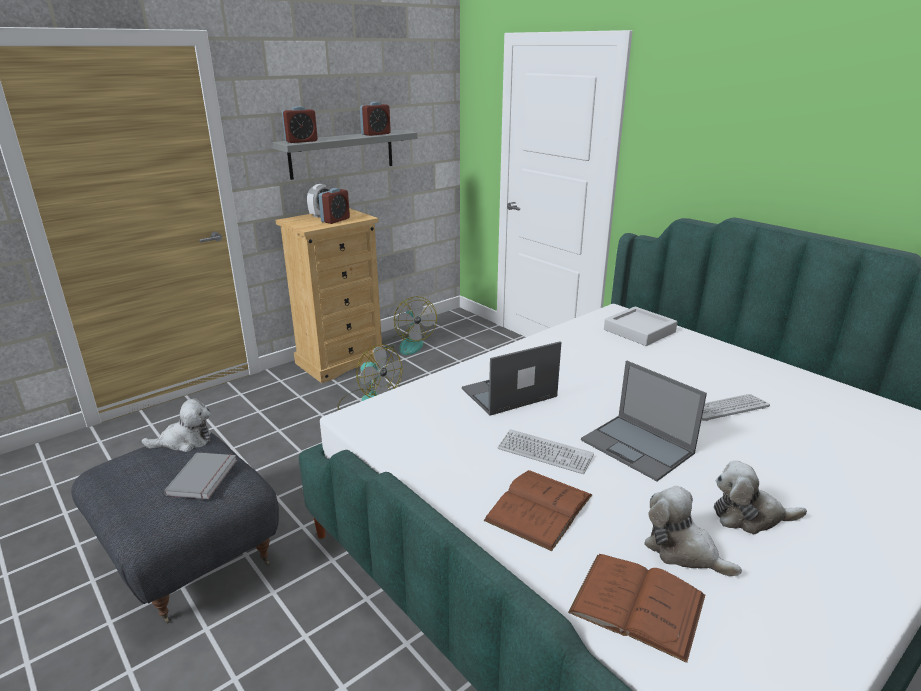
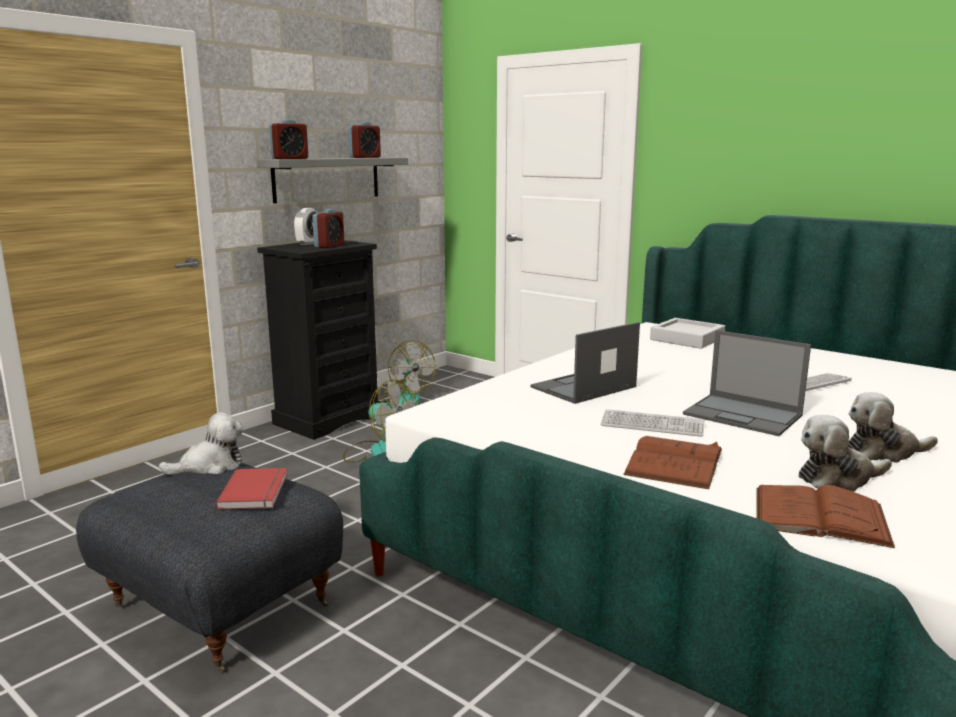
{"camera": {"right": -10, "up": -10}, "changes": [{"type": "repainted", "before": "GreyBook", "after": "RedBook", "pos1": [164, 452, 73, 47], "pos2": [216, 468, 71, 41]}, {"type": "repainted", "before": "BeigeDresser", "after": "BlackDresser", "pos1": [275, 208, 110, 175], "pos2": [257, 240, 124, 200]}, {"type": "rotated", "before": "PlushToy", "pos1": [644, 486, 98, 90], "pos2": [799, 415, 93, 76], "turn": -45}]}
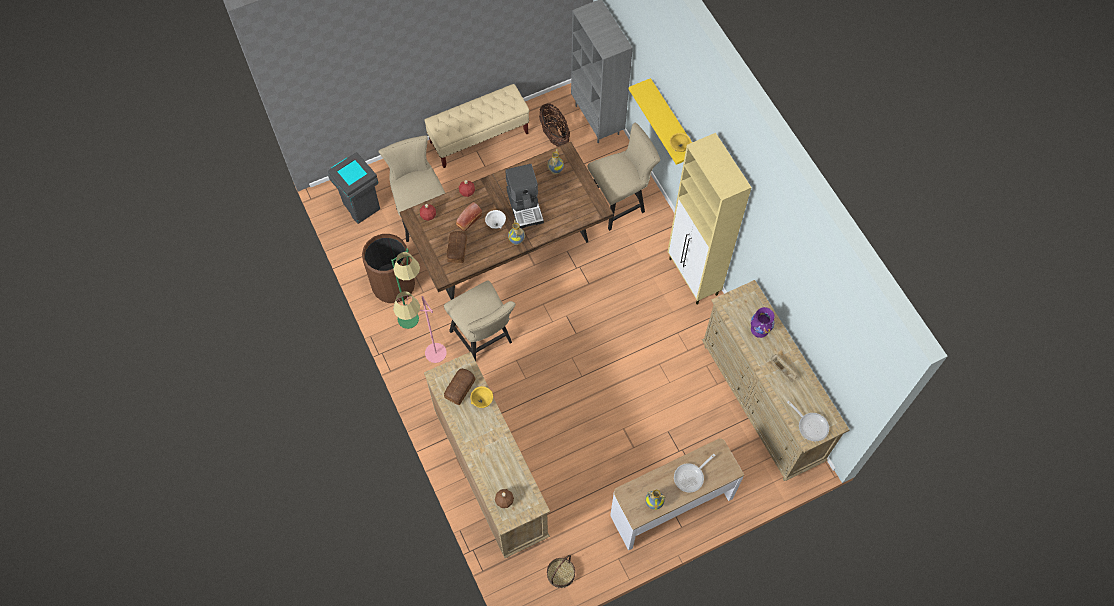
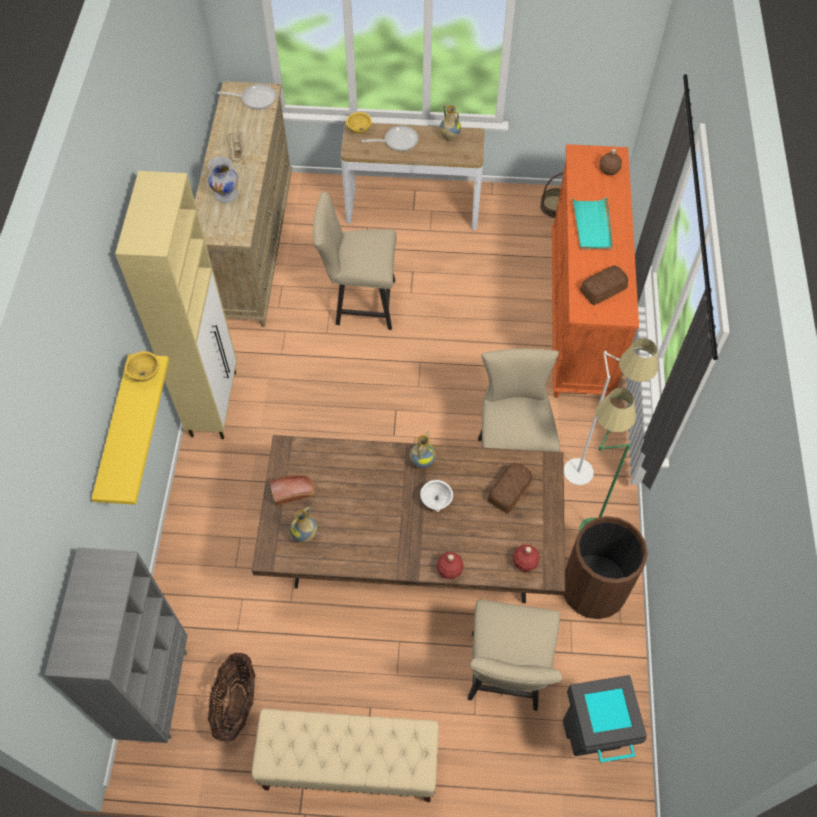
{"camera": {"right": -150, "up": -5}, "changes": [{"type": "repainted", "before": "PurpleVase", "after": "WhiteVase", "pos1": [751, 307, 24, 31], "pos2": [208, 156, 30, 47]}, {"type": "rotated", "before": "FryingPan", "pos1": [787, 401, 42, 40], "pos2": [218, 84, 58, 25], "turn": 105}, {"type": "shifted", "before": "Bread", "pos1": [456, 202, 26, 29], "pos2": [270, 475, 45, 30]}, {"type": "shifted", "before": "BeigeChair", "pos1": [588, 123, 72, 108], "pos2": [313, 192, 84, 138]}, {"type": "shifted", "before": "YellowBowl", "pos1": [470, 386, 23, 22], "pos2": [346, 112, 27, 22]}, {"type": "repainted", "before": "BeigeDresser", "after": "OrangeDresser", "pos1": [424, 352, 126, 206], "pos2": [552, 144, 87, 254]}, {"type": "repainted", "before": "PinkFloorLamp", "after": "WhiteFloorLamp", "pos1": [393, 291, 54, 72], "pos2": [564, 338, 94, 147]}, {"type": "new", "after": "TurquoiseTray", "pos2": [572, 197, 40, 53]}, {"type": "gone", "before": "CoffeeMachine", "pos1": [505, 164, 39, 64]}]}
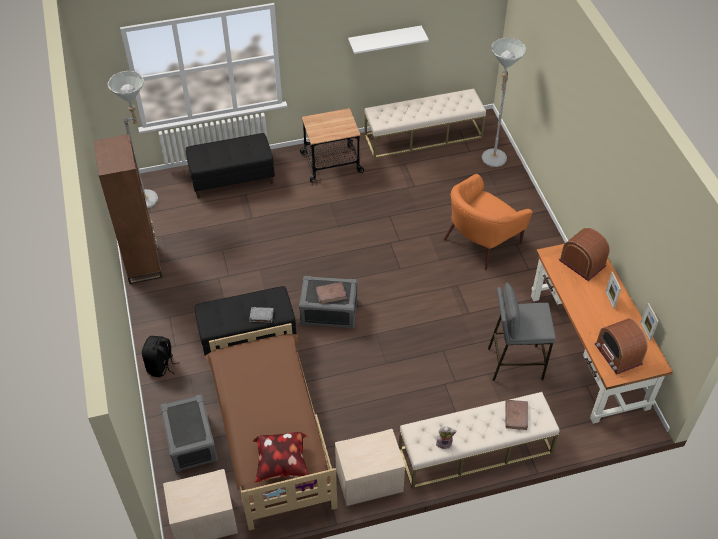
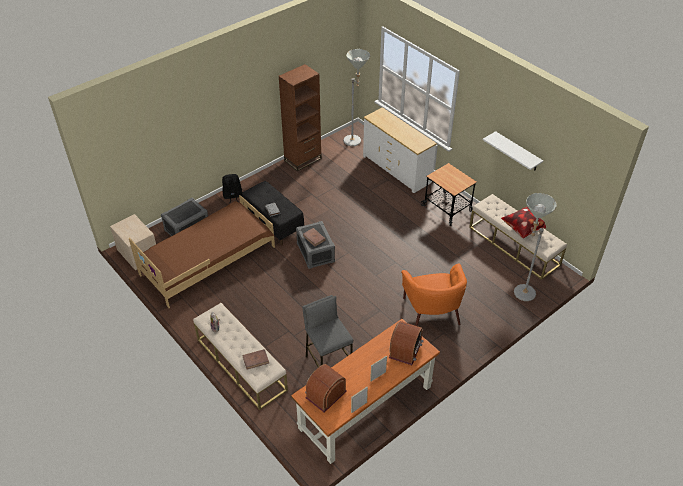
{"camera": {"right": 65, "up": -5}, "changes": [{"type": "swapped", "before": "BlackBench", "after": "WhiteDresser", "pos1": [186, 133, 89, 65], "pos2": [363, 107, 74, 86]}, {"type": "rotated", "before": "OrangeArmchair", "pos1": [444, 174, 89, 96], "pos2": [401, 264, 66, 62], "turn": -120}, {"type": "shifted", "before": "Pillow", "pos1": [253, 432, 56, 50], "pos2": [501, 207, 45, 32]}, {"type": "gone", "before": "BeigeNightstand", "pos1": [335, 429, 70, 77]}]}
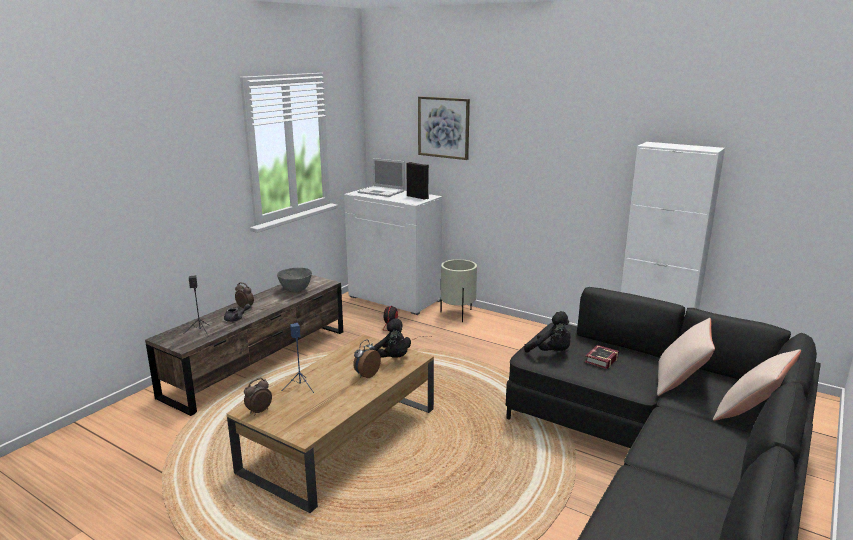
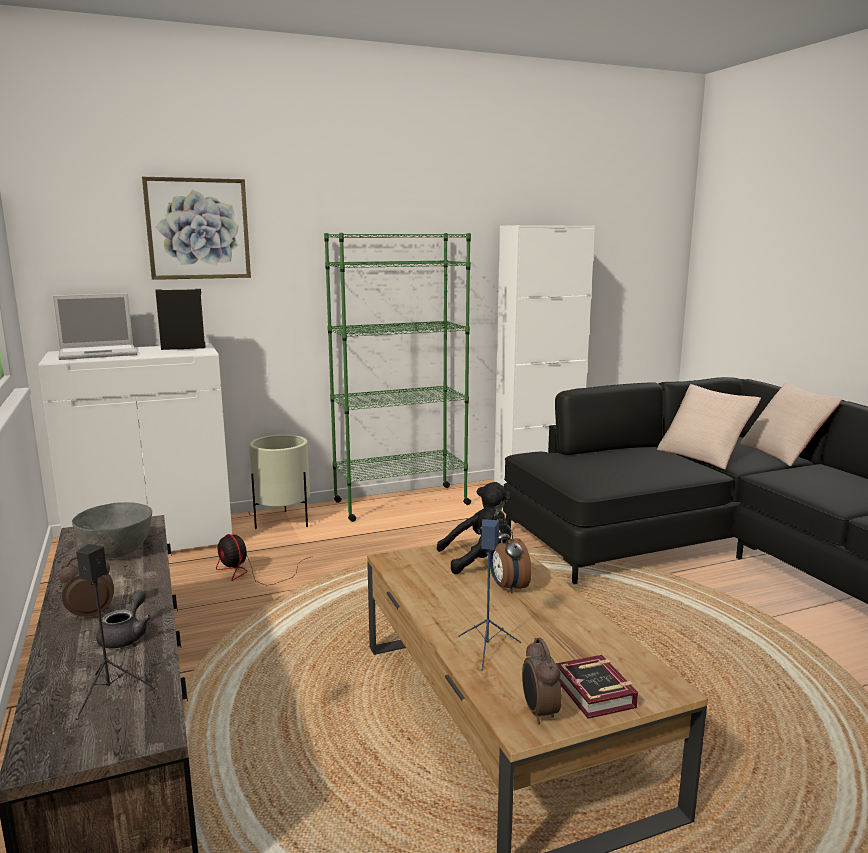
{"camera": {"right": -55, "up": -5}, "changes": [{"type": "new", "after": "GreenBookcase", "pos2": [324, 233, 147, 289]}, {"type": "shifted", "before": "Book", "pos1": [585, 345, 34, 24], "pos2": [556, 655, 82, 64]}, {"type": "gone", "before": "BlackPlushToy", "pos1": [524, 311, 47, 42]}]}
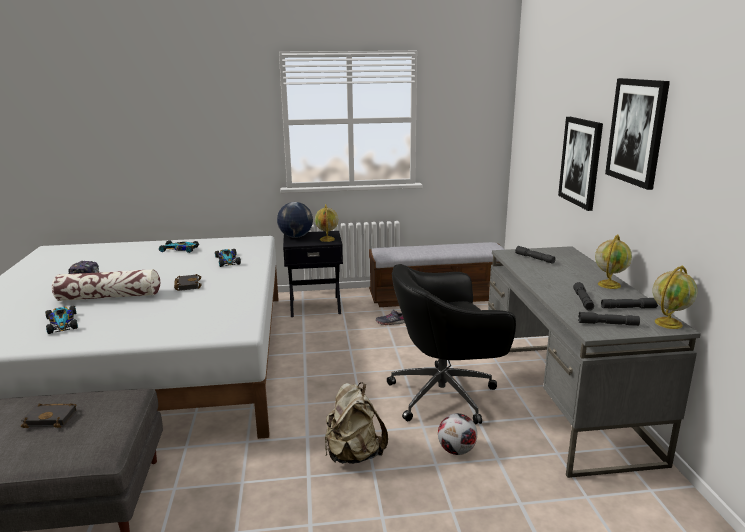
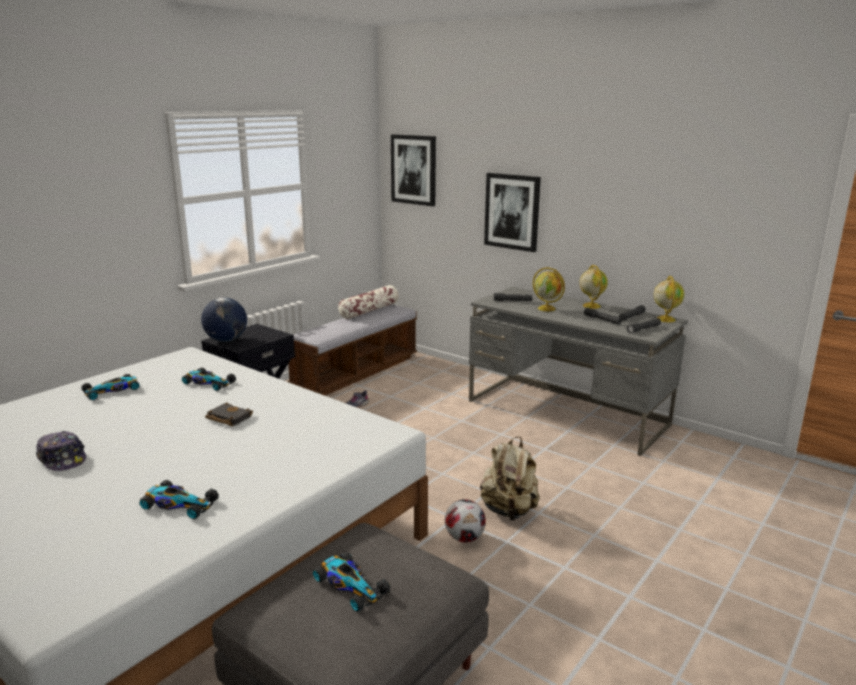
{"camera": {"right": -45, "up": 0}, "changes": [{"type": "swapped", "before": "BlackBook", "after": "ToyCar", "pos1": [21, 403, 55, 25], "pos2": [313, 552, 77, 59]}, {"type": "shifted", "before": "Pillow", "pos1": [52, 269, 108, 32], "pos2": [338, 285, 61, 34]}, {"type": "shifted", "before": "Picture", "pos1": [605, 78, 65, 112], "pos2": [391, 134, 45, 72]}, {"type": "shifted", "before": "Football", "pos1": [438, 413, 39, 42], "pos2": [445, 499, 41, 43]}, {"type": "shifted", "before": "Globe", "pos1": [315, 204, 23, 38], "pos2": [533, 268, 32, 43]}, {"type": "gone", "before": "BlackOfficeChair", "pos1": [387, 264, 129, 160]}]}
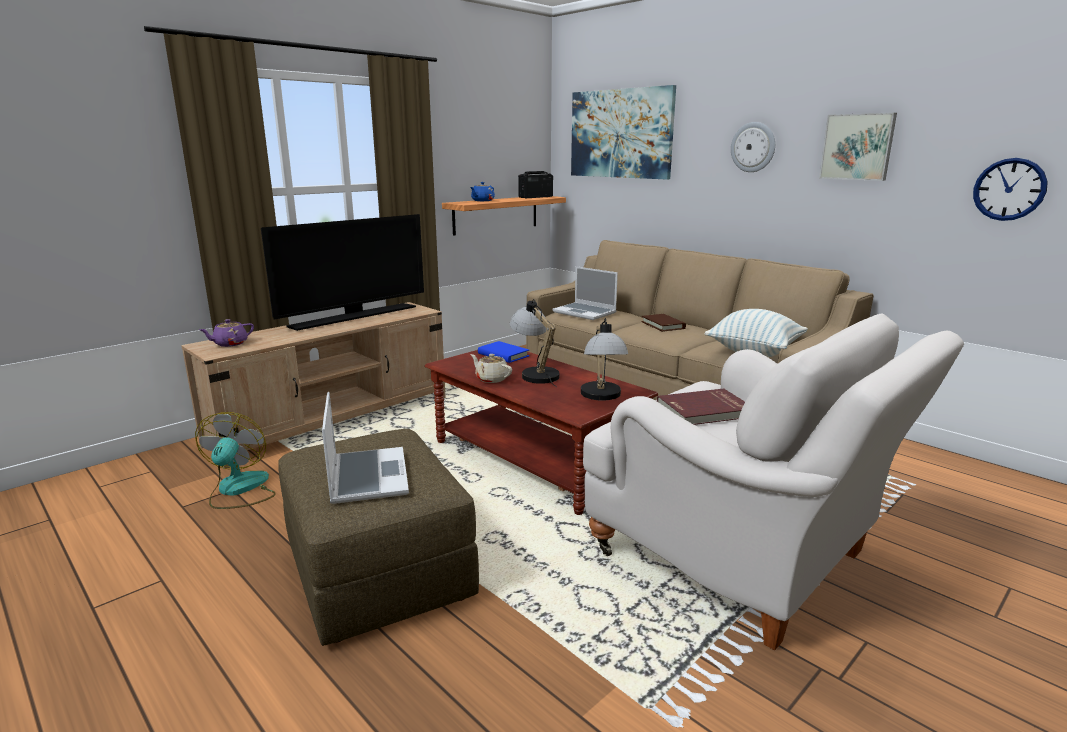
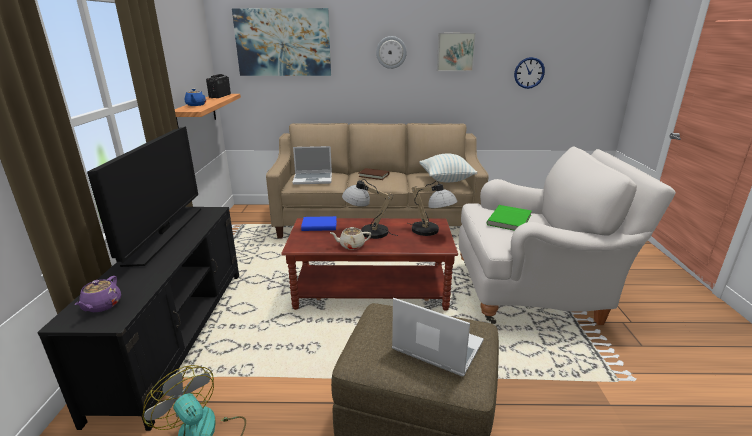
{"camera": {"right": -45, "up": 5}, "changes": [{"type": "repainted", "before": "BeigeTvStand", "after": "BlackTvStand", "pos1": [181, 302, 265, 166], "pos2": [37, 207, 202, 224]}, {"type": "repainted", "before": "RedBook", "after": "GreenBook", "pos1": [657, 388, 88, 37], "pos2": [487, 205, 45, 26]}]}
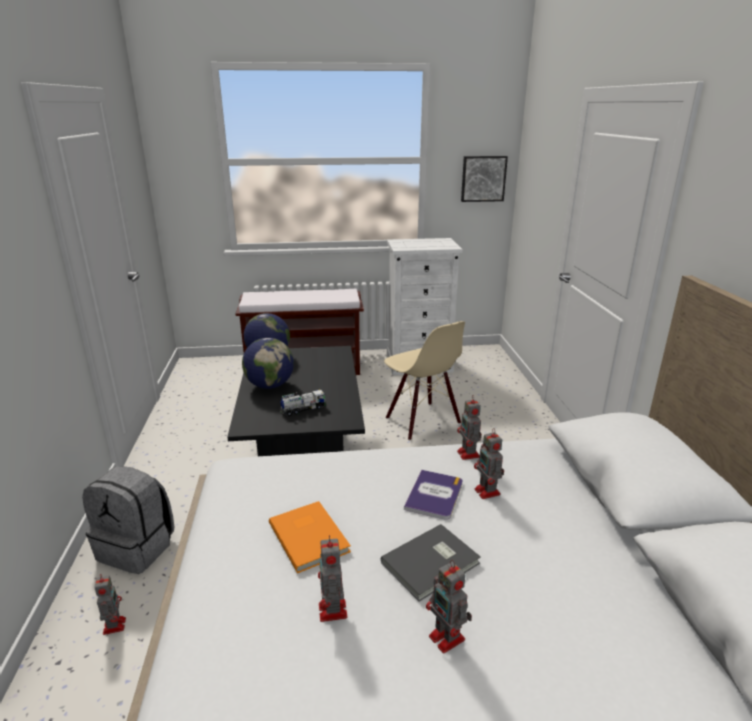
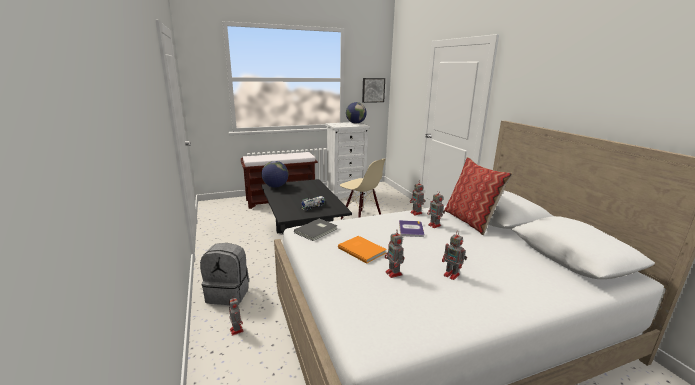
{"camera": {"right": -15, "up": -5}, "changes": [{"type": "shifted", "before": "GreyBook", "pos1": [381, 524, 100, 77], "pos2": [294, 219, 44, 22]}, {"type": "shifted", "before": "Globe", "pos1": [242, 338, 52, 51], "pos2": [346, 102, 21, 22]}, {"type": "new", "after": "Pillow", "pos2": [444, 157, 69, 78]}]}
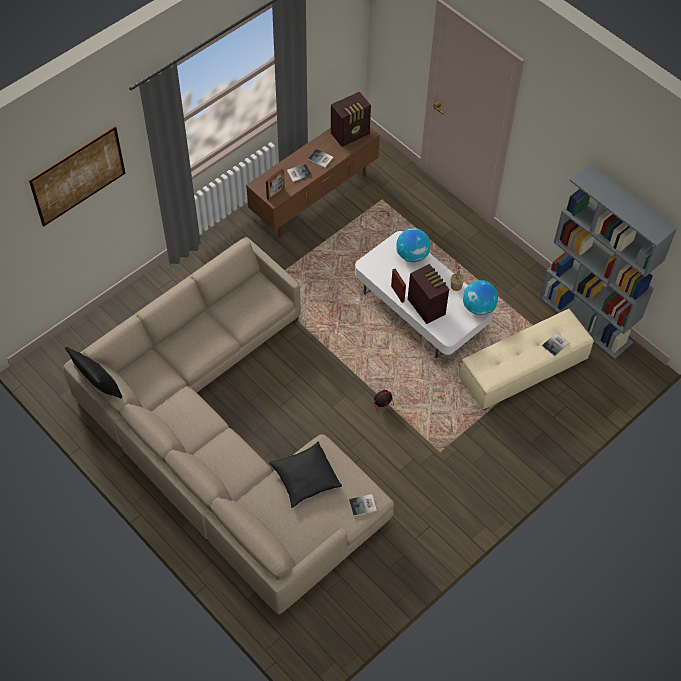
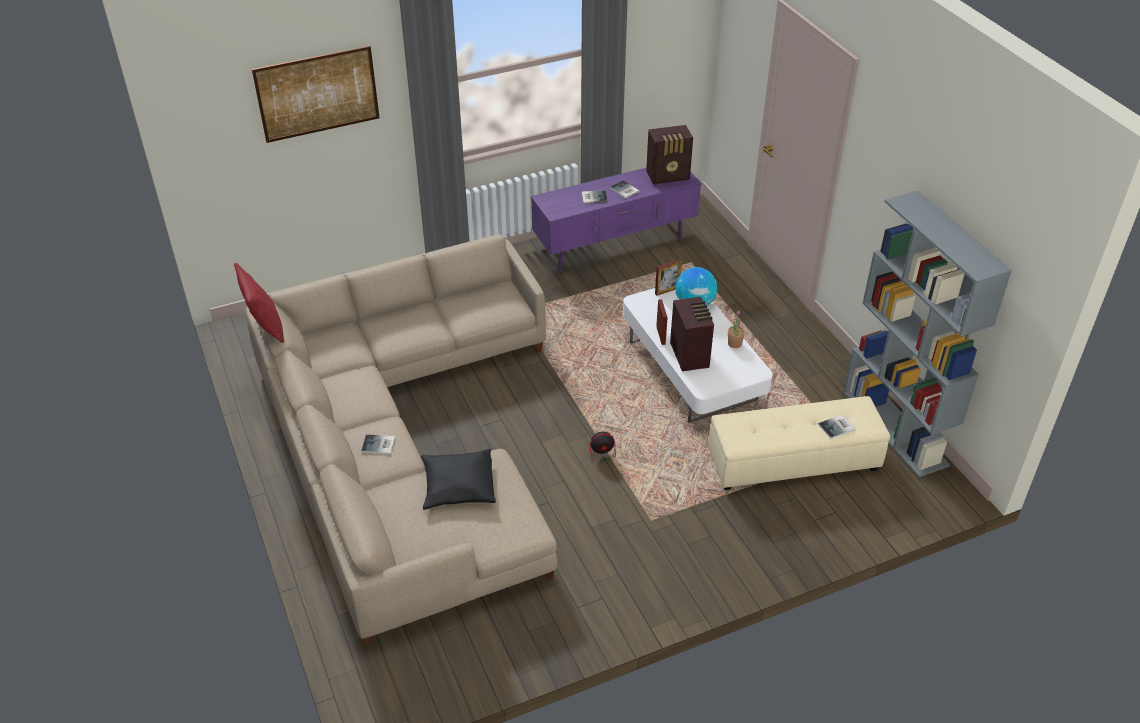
{"camera": {"right": 20, "up": -15}, "changes": [{"type": "repainted", "before": "BlackPillow", "after": "RedPillow", "pos1": [65, 347, 57, 51], "pos2": [234, 263, 50, 80]}, {"type": "shifted", "before": "Book", "pos1": [349, 494, 28, 22], "pos2": [361, 434, 35, 20]}, {"type": "repainted", "before": "BrownTvStand", "after": "PurpleTvStand", "pos1": [246, 127, 134, 110], "pos2": [531, 167, 171, 105]}, {"type": "shifted", "before": "PictureFrame", "pos1": [266, 169, 19, 31], "pos2": [655, 259, 27, 37]}, {"type": "gone", "before": "Globe", "pos1": [463, 280, 35, 35]}]}
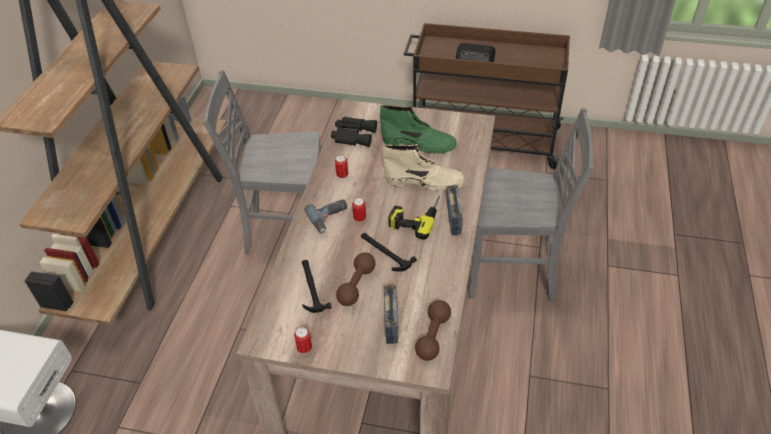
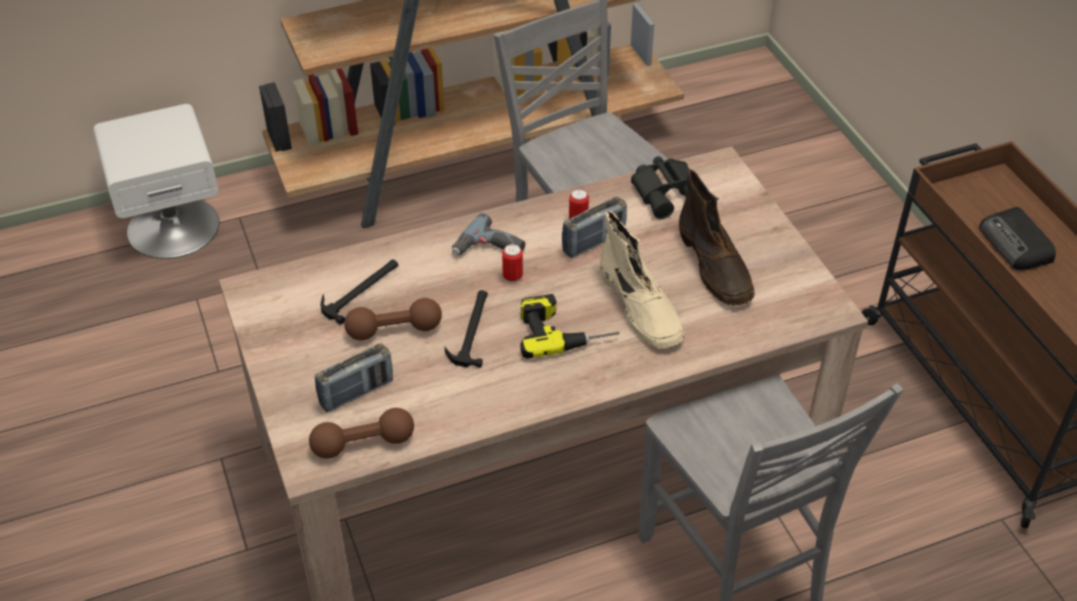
{"camera": {"right": 55, "up": 0}, "changes": [{"type": "shifted", "before": "Radio", "pos1": [447, 185, 16, 50], "pos2": [562, 197, 65, 61]}, {"type": "repainted", "before": "GreenBoot", "after": "BrownBoot", "pos1": [380, 105, 77, 49], "pos2": [679, 169, 76, 137]}, {"type": "gone", "before": "Can", "pos1": [294, 327, 18, 27]}]}
